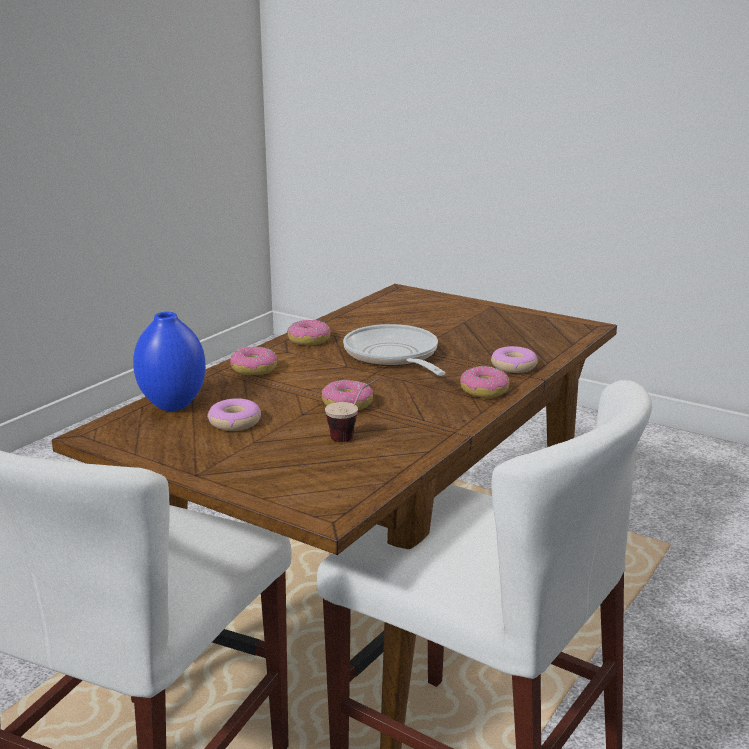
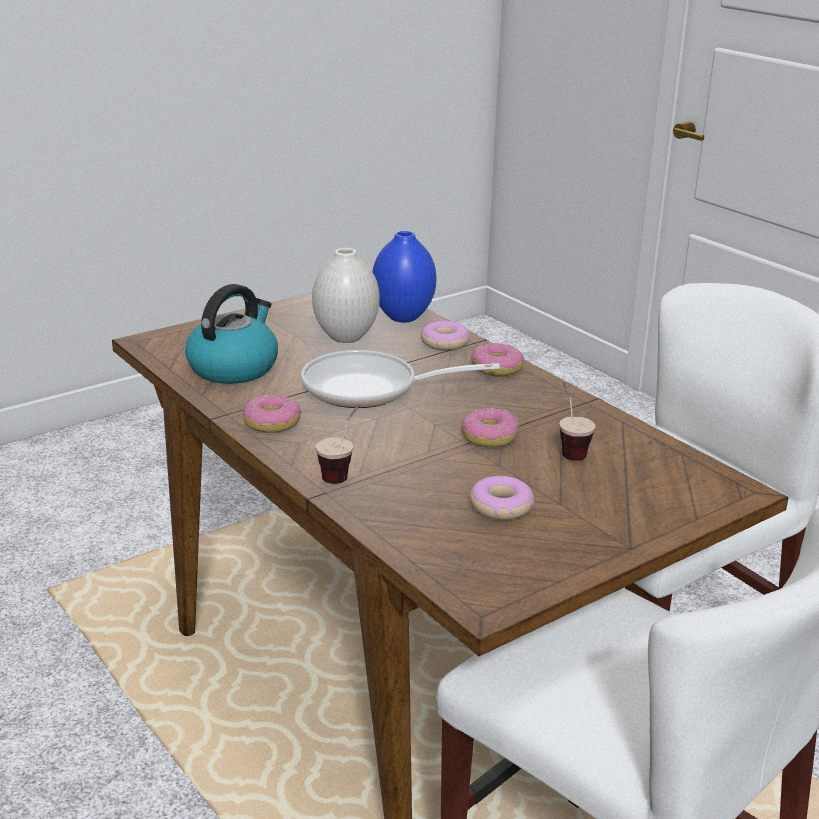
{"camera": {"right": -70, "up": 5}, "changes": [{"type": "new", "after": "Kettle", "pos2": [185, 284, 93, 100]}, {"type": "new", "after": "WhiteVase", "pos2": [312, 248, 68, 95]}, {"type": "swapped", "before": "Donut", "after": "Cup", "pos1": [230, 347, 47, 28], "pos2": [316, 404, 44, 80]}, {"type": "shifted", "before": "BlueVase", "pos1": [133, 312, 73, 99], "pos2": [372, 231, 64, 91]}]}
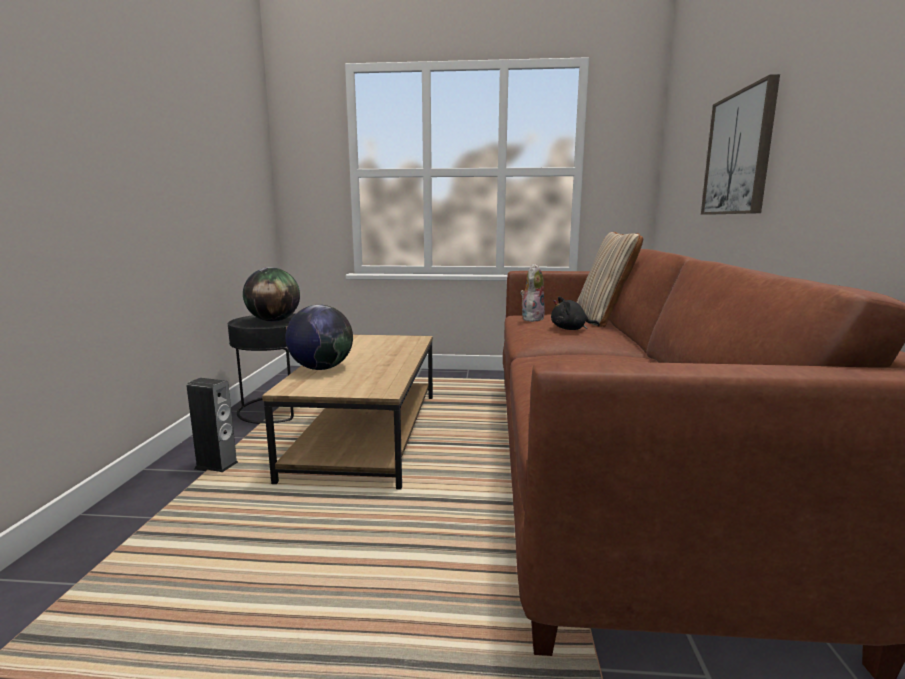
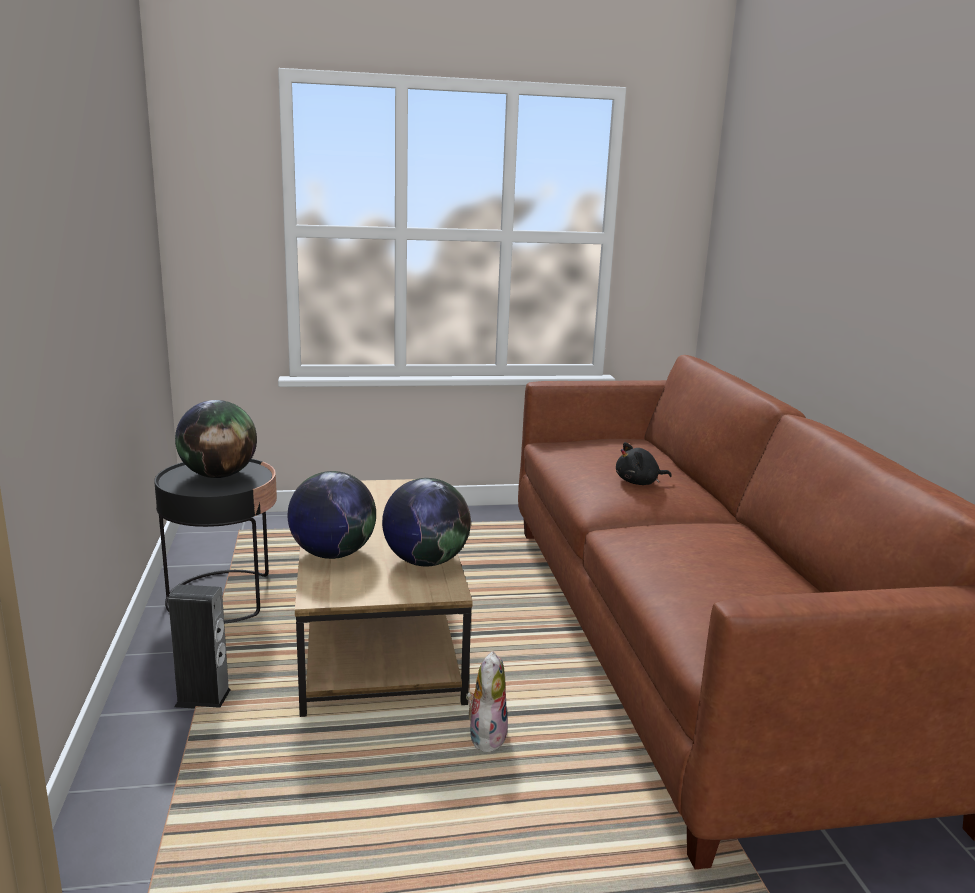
{"camera": {"right": -15, "up": 5}, "changes": [{"type": "new", "after": "Globe", "pos2": [382, 478, 89, 88]}, {"type": "shifted", "before": "PlushToy", "pos1": [520, 264, 25, 58], "pos2": [466, 651, 42, 101]}, {"type": "gone", "before": "BeigePillow", "pos1": [577, 232, 66, 95]}, {"type": "gone", "before": "Picture", "pos1": [701, 74, 79, 141]}]}
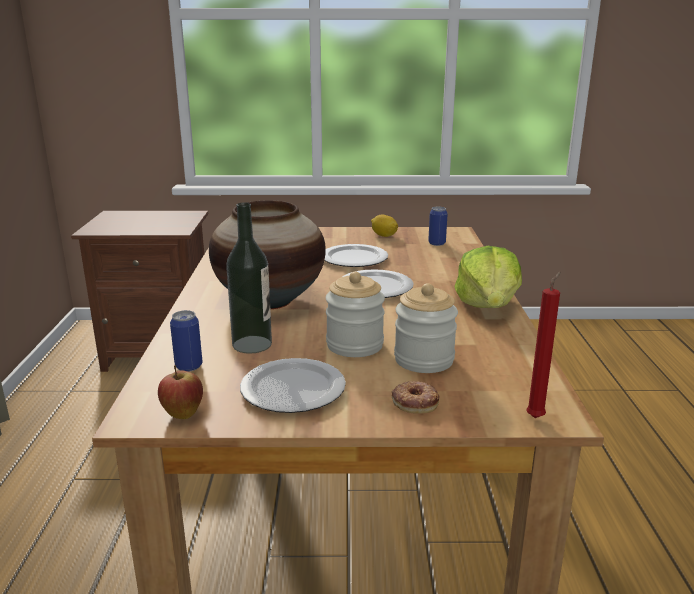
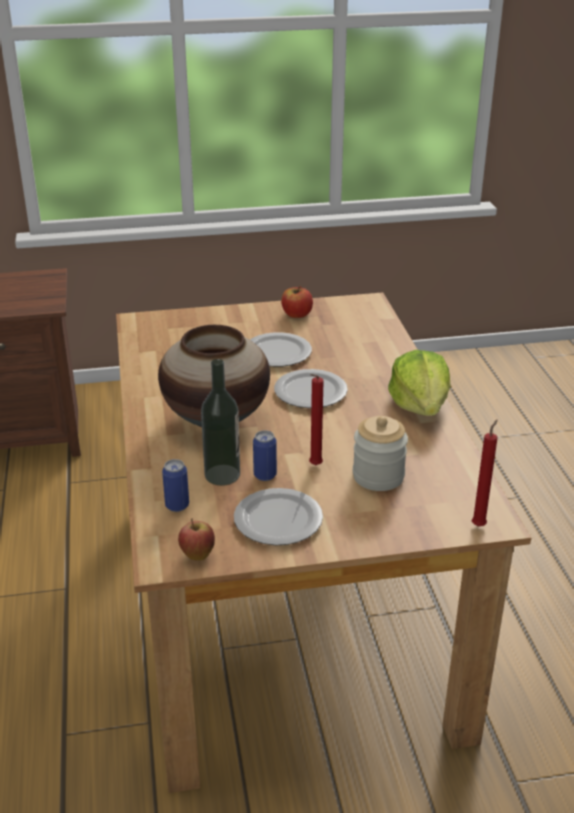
{"camera": {"right": -10, "up": 10}, "changes": [{"type": "shifted", "before": "Can", "pos1": [428, 206, 20, 40], "pos2": [253, 430, 24, 51]}, {"type": "swapped", "before": "Lemon", "after": "Apple", "pos1": [371, 215, 27, 22], "pos2": [281, 286, 32, 32]}, {"type": "swapped", "before": "Jar", "after": "RedCandle", "pos1": [326, 272, 59, 85], "pos2": [309, 374, 15, 91]}, {"type": "gone", "before": "Donut", "pos1": [392, 381, 48, 33]}]}
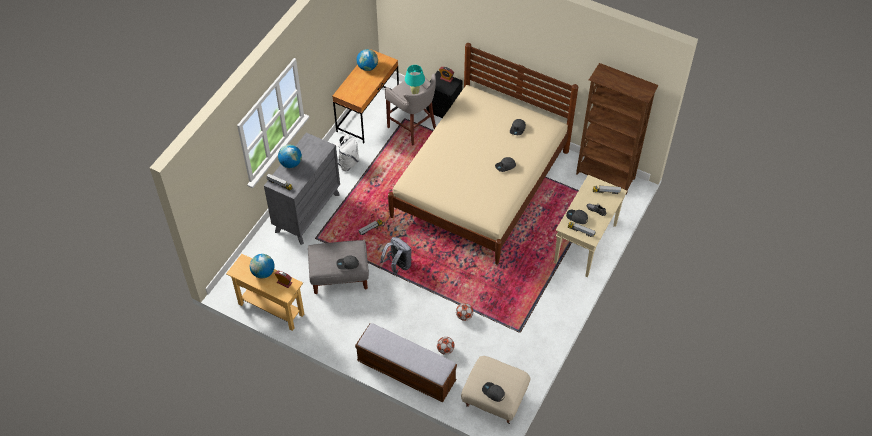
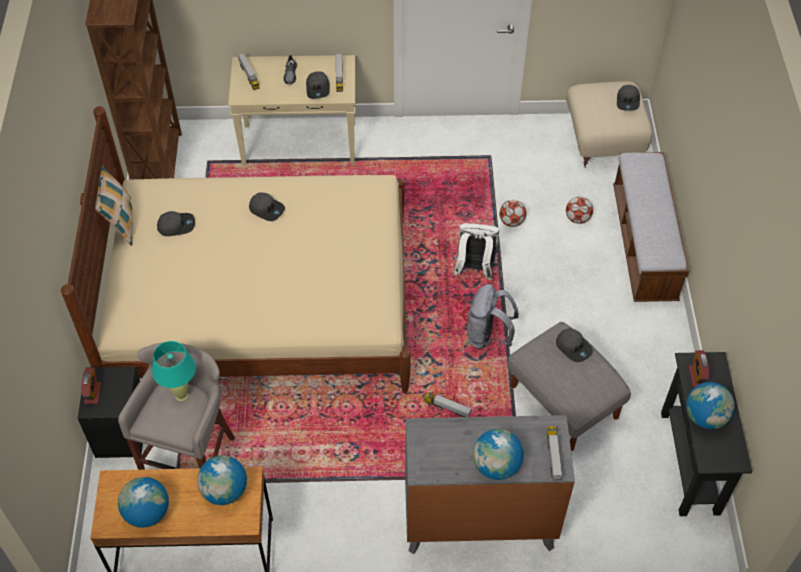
{"camera": {"right": -120, "up": 0}, "changes": [{"type": "new", "after": "Pillow", "pos2": [95, 166, 38, 80]}, {"type": "new", "after": "Globe", "pos2": [197, 455, 50, 50]}, {"type": "shifted", "before": "WhiteBackpack", "pos1": [334, 135, 25, 36], "pos2": [453, 223, 46, 58]}, {"type": "repainted", "before": "BeigeConsoleTable", "after": "BlackConsoleTable", "pos1": [226, 254, 78, 77], "pos2": [661, 352, 91, 164]}]}
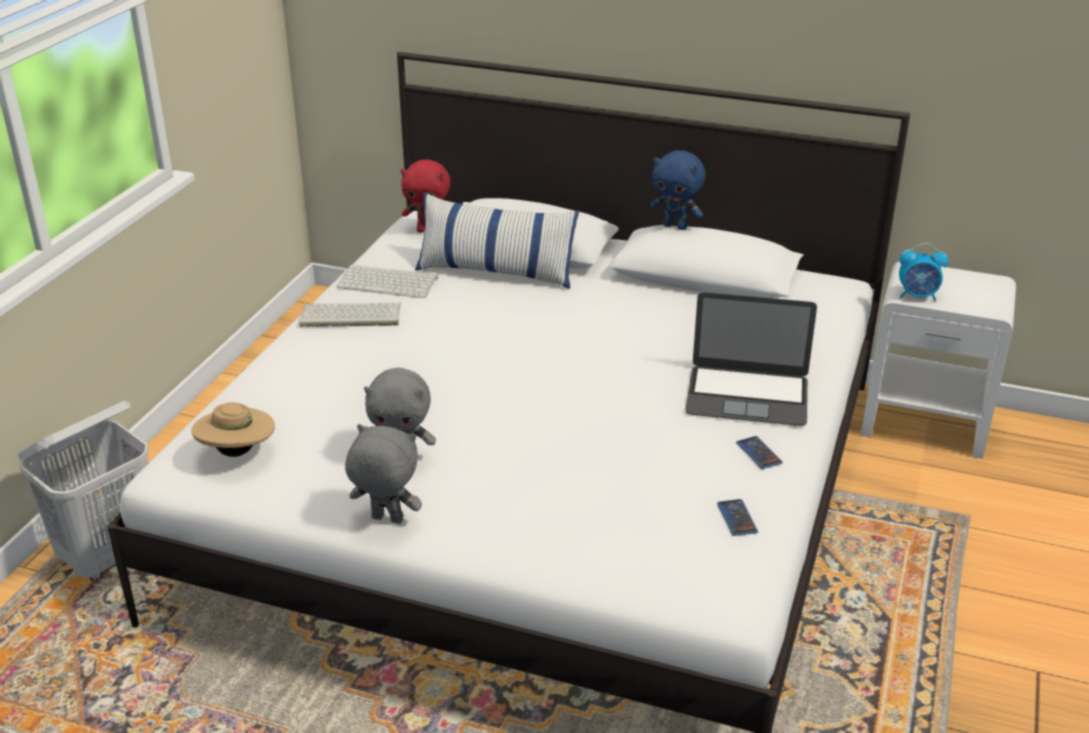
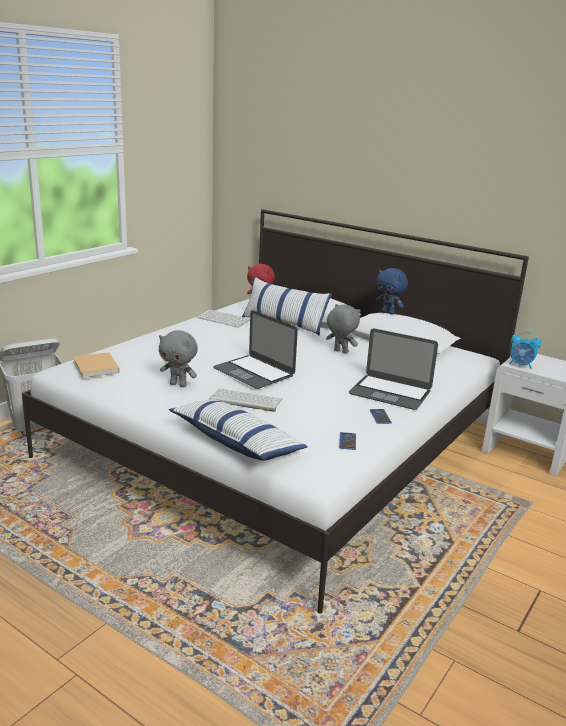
{"camera": {"right": 15, "up": -10}, "changes": [{"type": "swapped", "before": "BeigeHat", "after": "BeigeBook", "pos1": [191, 402, 84, 55], "pos2": [73, 352, 47, 26]}, {"type": "new", "after": "Pillow", "pos2": [169, 399, 139, 61]}, {"type": "shifted", "before": "Keyboard", "pos1": [299, 302, 102, 25], "pos2": [209, 389, 74, 23]}, {"type": "new", "after": "Laptop", "pos2": [213, 310, 85, 79]}, {"type": "shifted", "before": "GreyPlushToy", "pos1": [345, 424, 77, 100], "pos2": [326, 304, 35, 50]}]}
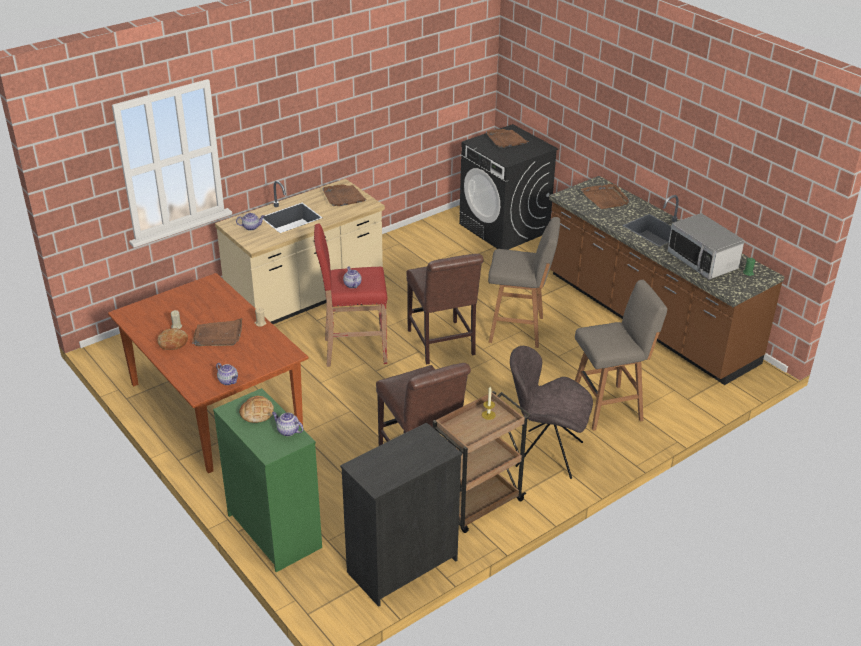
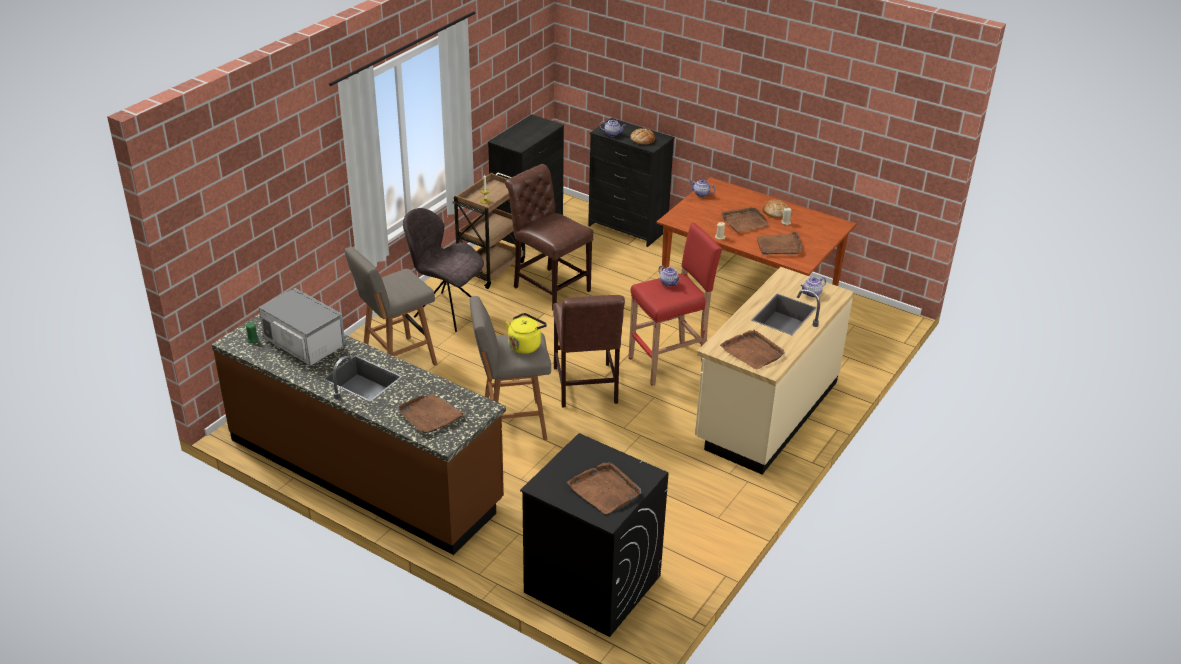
{"camera": {"right": 160, "up": 0}, "changes": [{"type": "rotated", "before": "GreyChair", "pos1": [510, 346, 83, 133], "pos2": [403, 208, 81, 124], "turn": -150}, {"type": "new", "after": "YellowKettle", "pos2": [506, 313, 41, 41]}, {"type": "rotated", "before": "BrownChair", "pos1": [406, 254, 77, 110], "pos2": [553, 295, 72, 113], "turn": -150}, {"type": "repainted", "before": "GreenDresser", "after": "BlackDresser", "pos1": [213, 388, 109, 184], "pos2": [588, 118, 87, 129]}, {"type": "new", "after": "BrownTray", "pos2": [757, 232, 46, 23]}]}
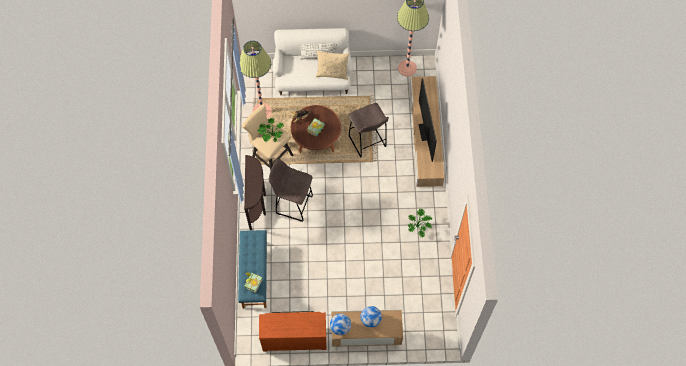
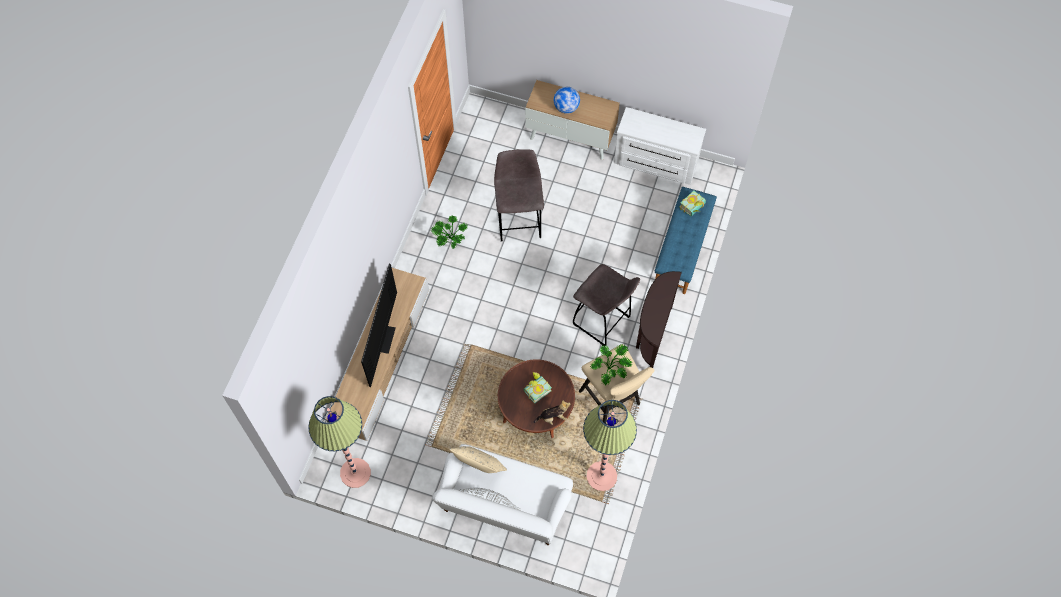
{"camera": {"right": -160, "up": 0}, "changes": [{"type": "shifted", "before": "GreyStool", "pos1": [348, 103, 41, 55], "pos2": [494, 149, 50, 93]}, {"type": "repainted", "before": "BrownDresser", "after": "WhiteDresser", "pos1": [259, 311, 67, 41], "pos2": [614, 107, 92, 78]}, {"type": "gone", "before": "Globe", "pos1": [330, 314, 21, 21]}]}
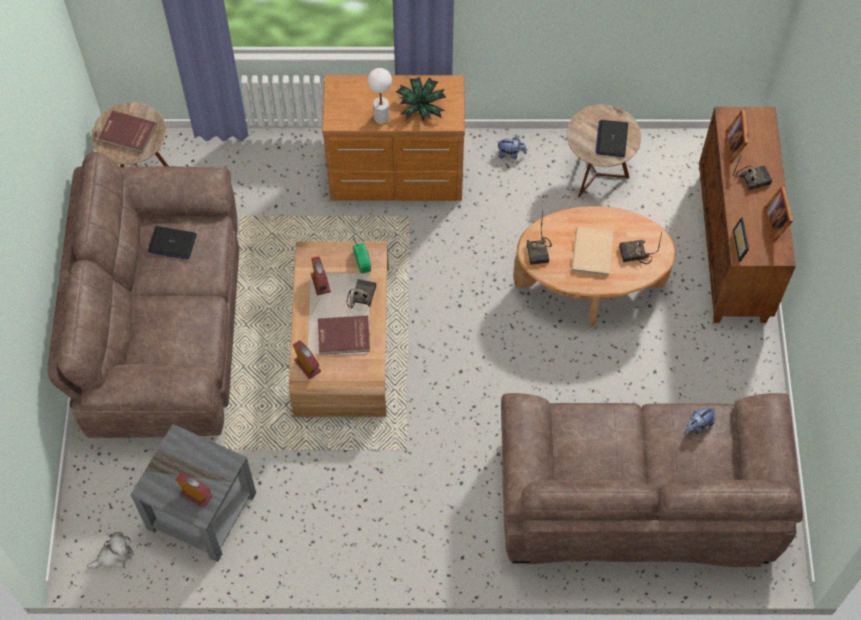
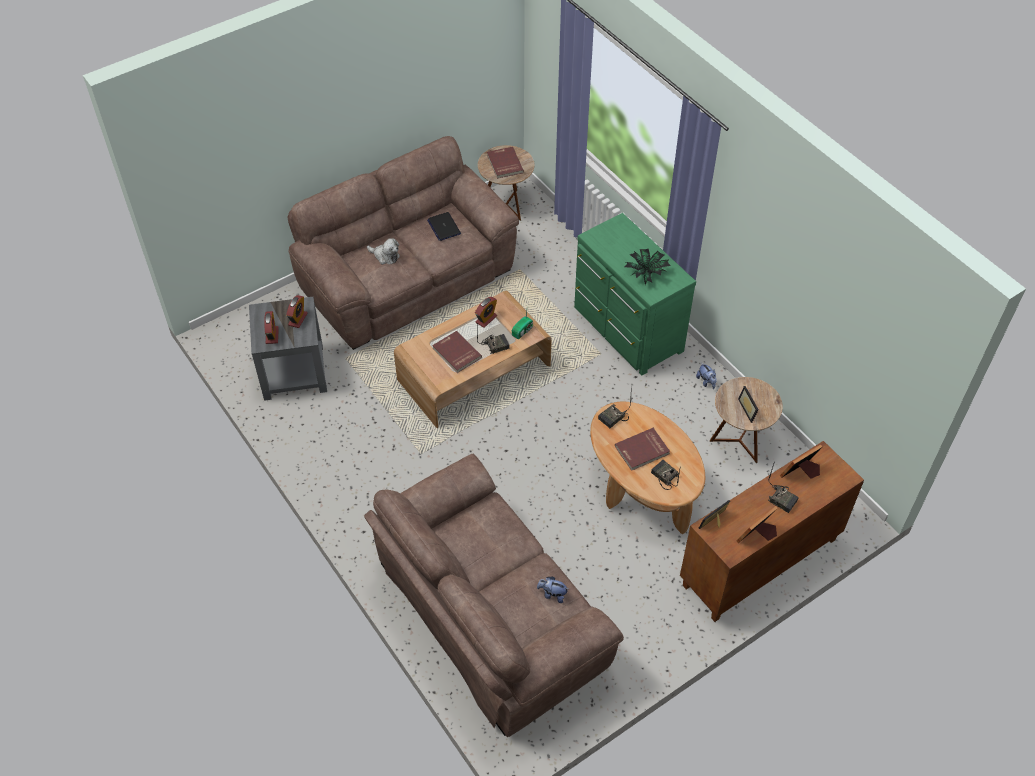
{"camera": {"right": 55, "up": -10}, "changes": [{"type": "shifted", "before": "AlarmClock", "pos1": [293, 340, 28, 39], "pos2": [286, 295, 22, 33]}, {"type": "shifted", "before": "PlushToy", "pos1": [87, 532, 46, 37], "pos2": [367, 238, 33, 27]}, {"type": "repainted", "before": "BrownDresser", "after": "GreenDresser", "pos1": [322, 75, 143, 126], "pos2": [574, 213, 122, 163]}, {"type": "repainted", "before": "BeigeBook", "after": "RedBook", "pos1": [572, 227, 42, 49], "pos2": [615, 428, 55, 43]}, {"type": "swapped", "before": "Laptop", "after": "PictureFrame", "pos1": [595, 120, 33, 37], "pos2": [738, 386, 21, 37]}, {"type": "gone", "before": "WhiteTableLamp", "pos1": [368, 68, 24, 56]}]}
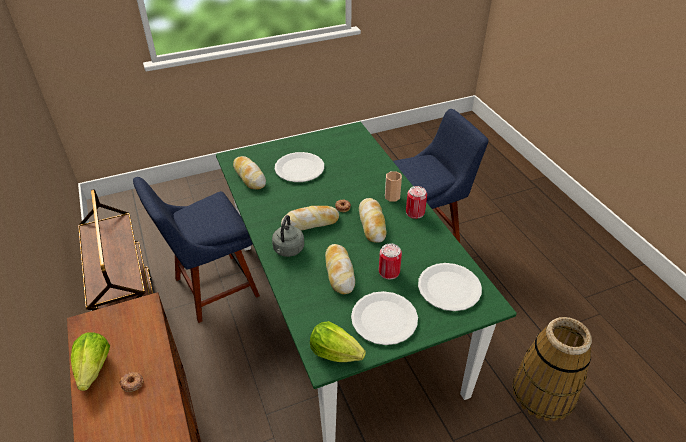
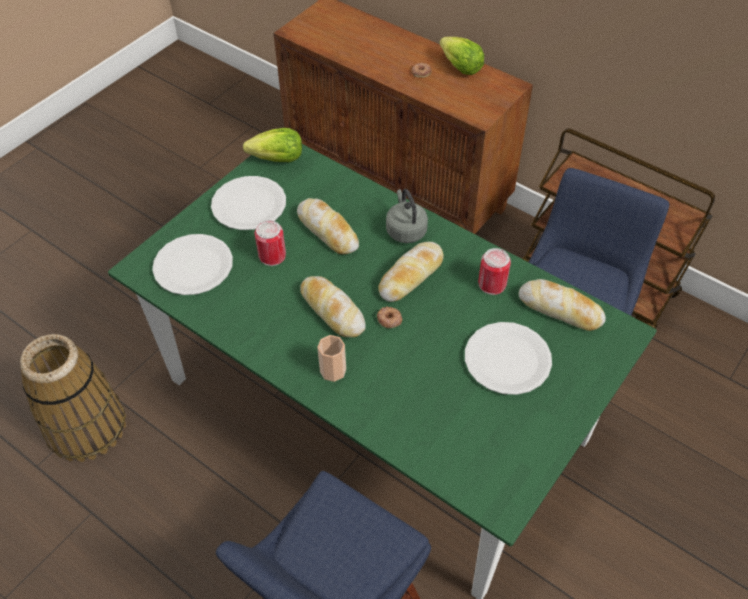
{"camera": {"right": 150, "up": 10}, "changes": [{"type": "shifted", "before": "Can", "pos1": [406, 186, 21, 33], "pos2": [478, 248, 33, 47]}]}
